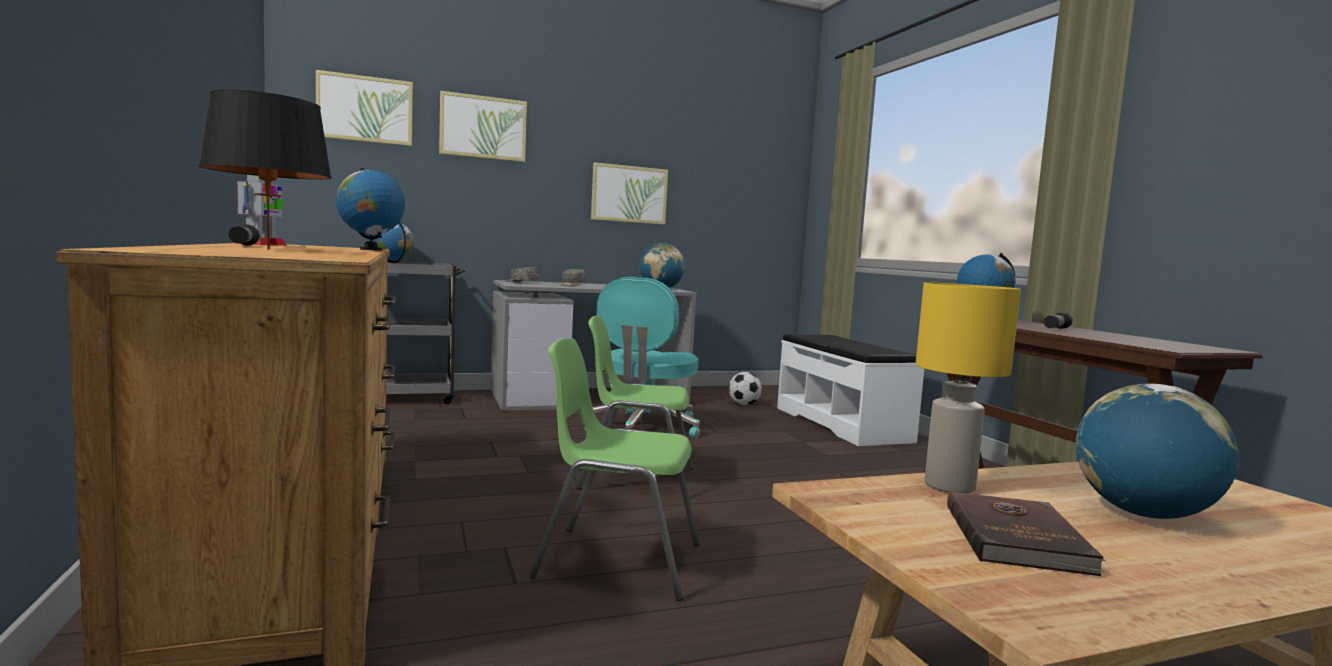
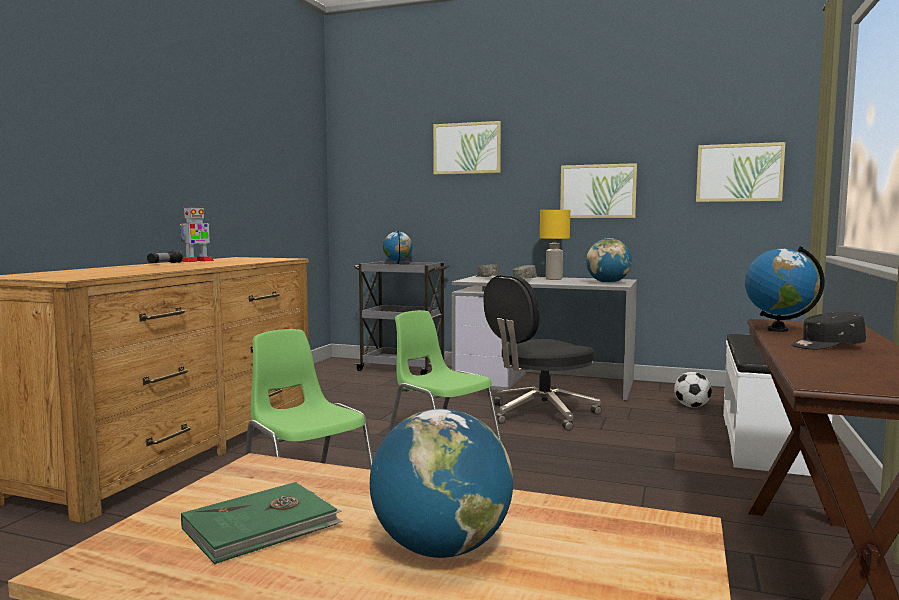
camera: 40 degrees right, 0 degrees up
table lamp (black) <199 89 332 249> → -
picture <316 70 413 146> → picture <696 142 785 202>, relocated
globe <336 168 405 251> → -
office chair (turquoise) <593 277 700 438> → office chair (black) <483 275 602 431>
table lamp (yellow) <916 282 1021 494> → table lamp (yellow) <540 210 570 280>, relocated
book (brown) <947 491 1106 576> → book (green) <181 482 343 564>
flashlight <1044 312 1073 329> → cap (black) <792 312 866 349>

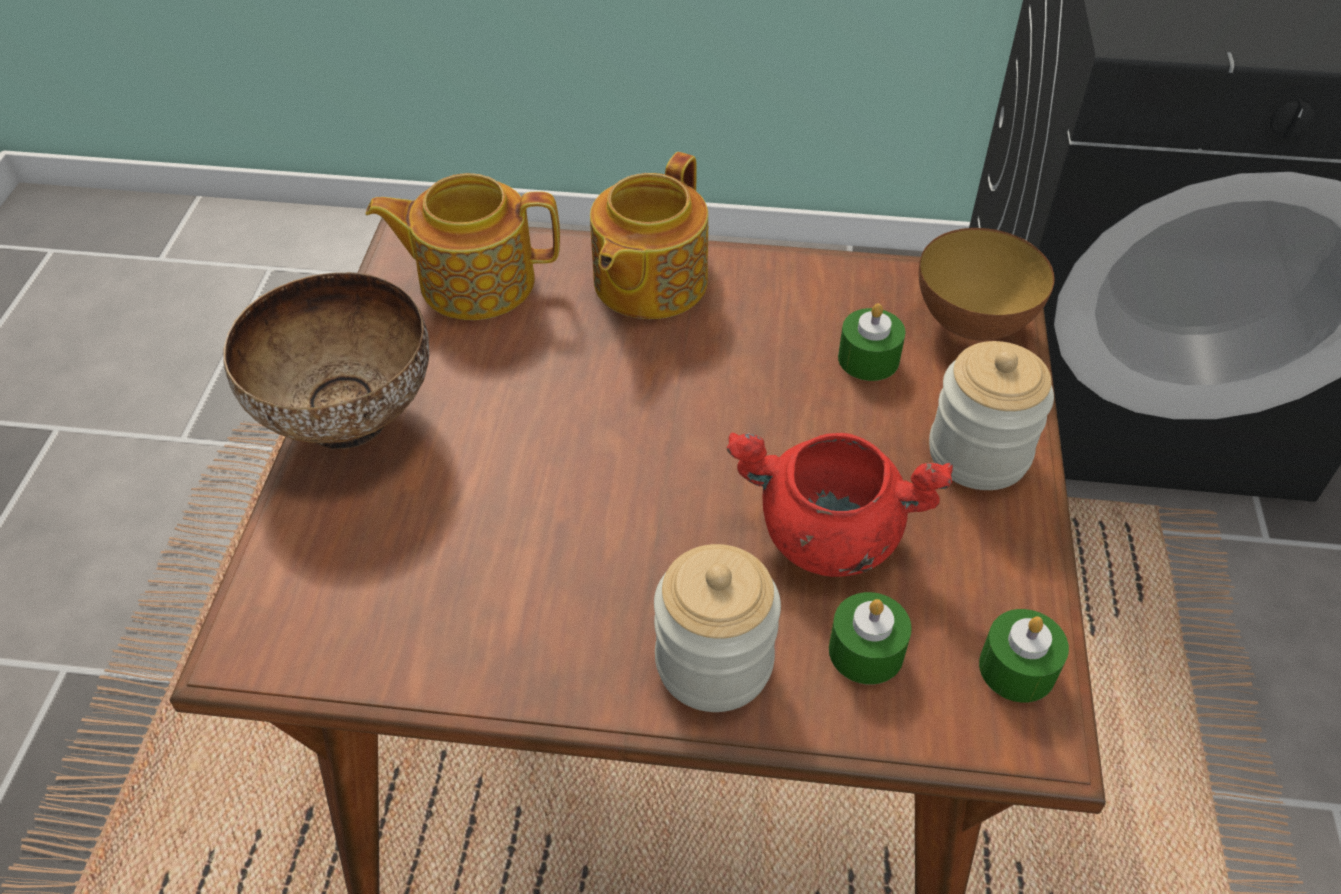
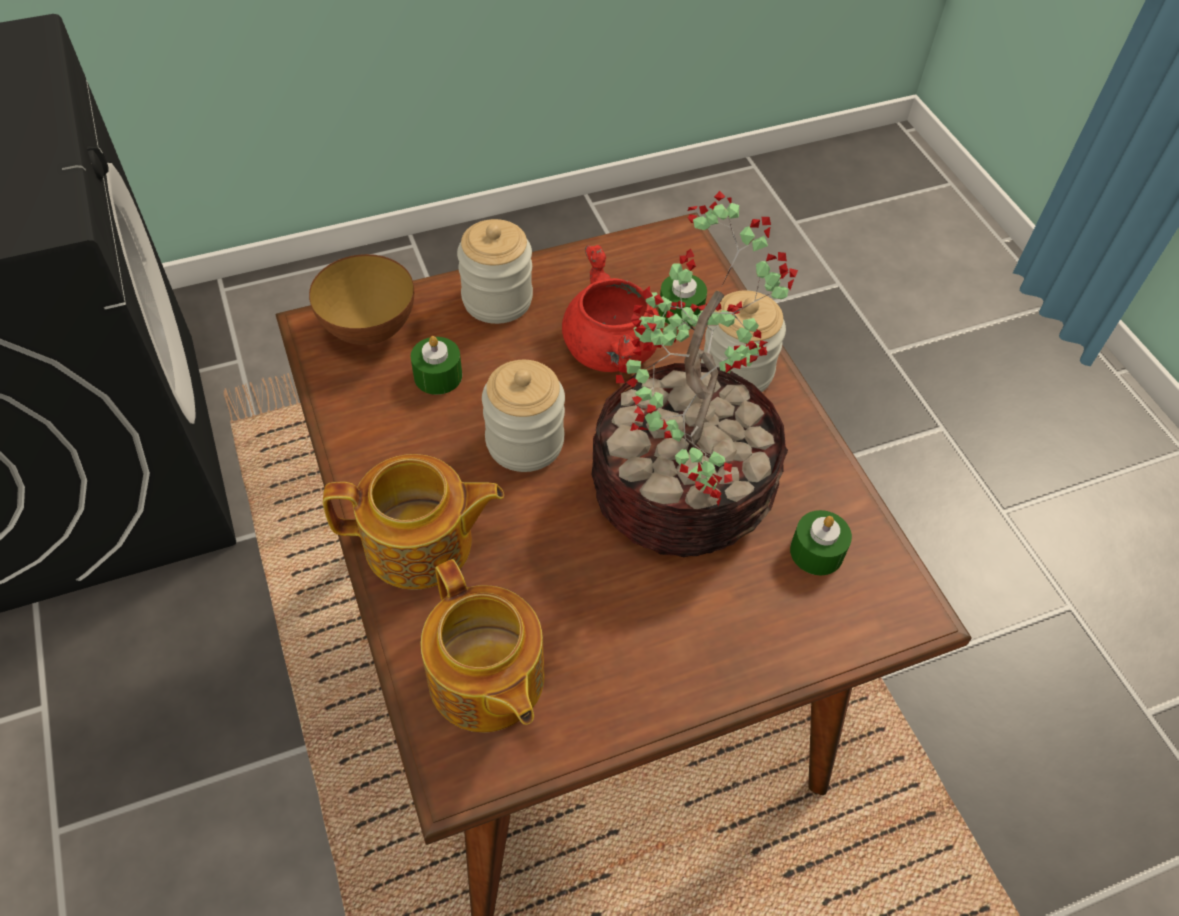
camera: 120 degrees left, 5 degrees up
bowl <223 272 429 449> → -
candle (green) <979 609 1069 702> → candle (green) <790 510 852 575>, relocated
- → jar <482 360 565 472>
- → potted plant <592 191 798 557>

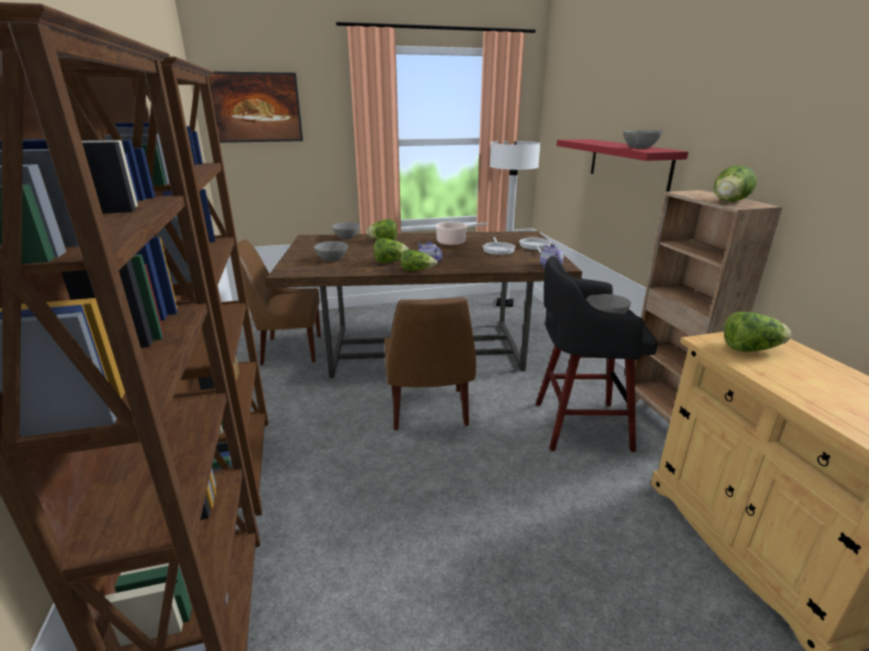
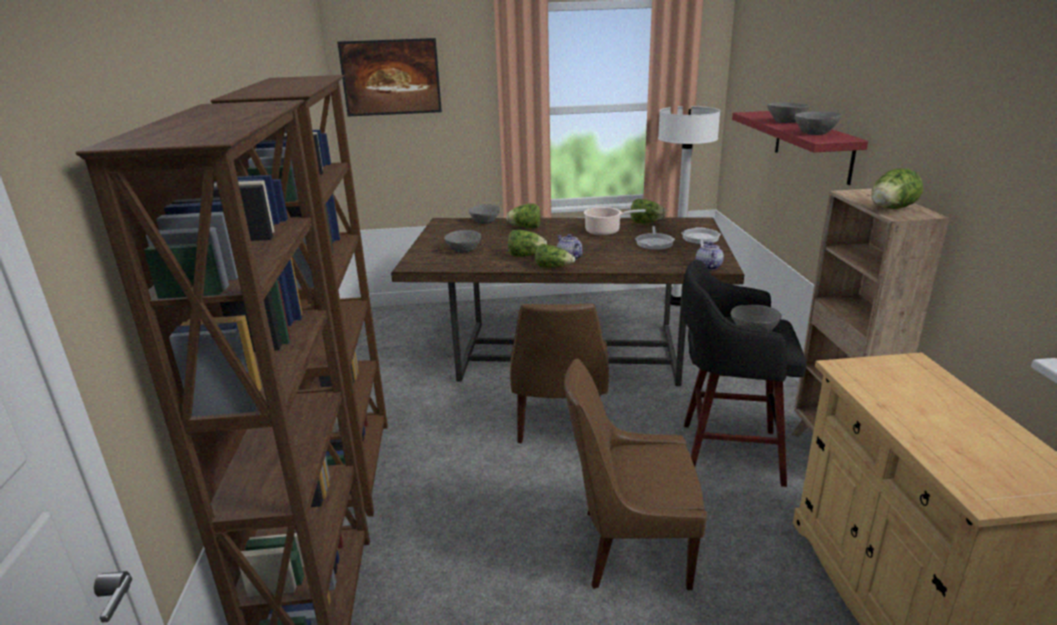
camera: 10 degrees right, 0 degrees up
chair (brown) <237 239 321 365> → chair (brown) <564 358 707 590>, relocated
lettuce <724 312 792 352> → lettuce <631 199 666 223>, relocated
- → bowl (grey) <767 102 810 123>

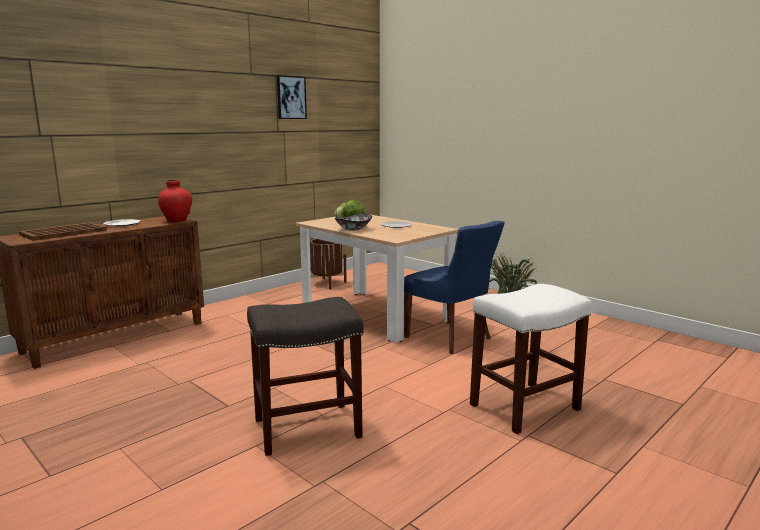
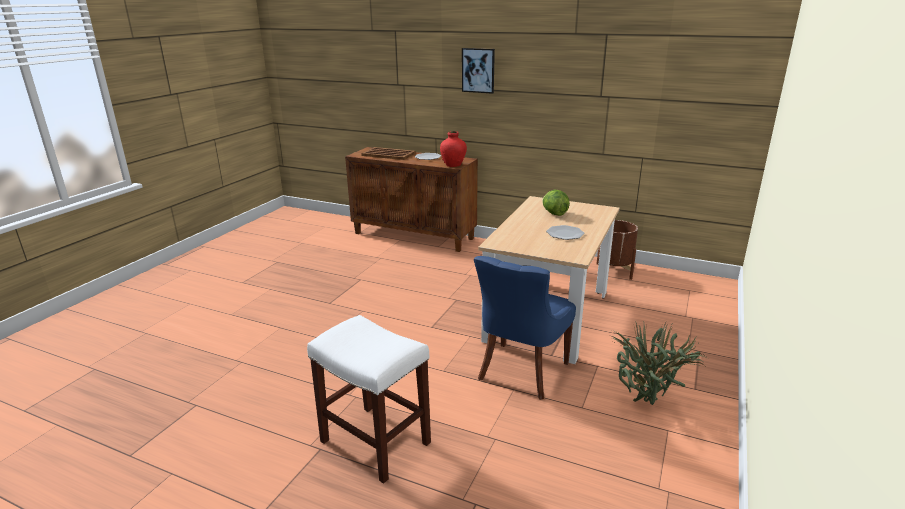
camera: 70 degrees right, 10 degrees up
stool (grey) <247 297 363 456> → -
picture <277 75 307 119> → picture <462 48 495 94>, relocated
bowl <335 214 372 231> → -

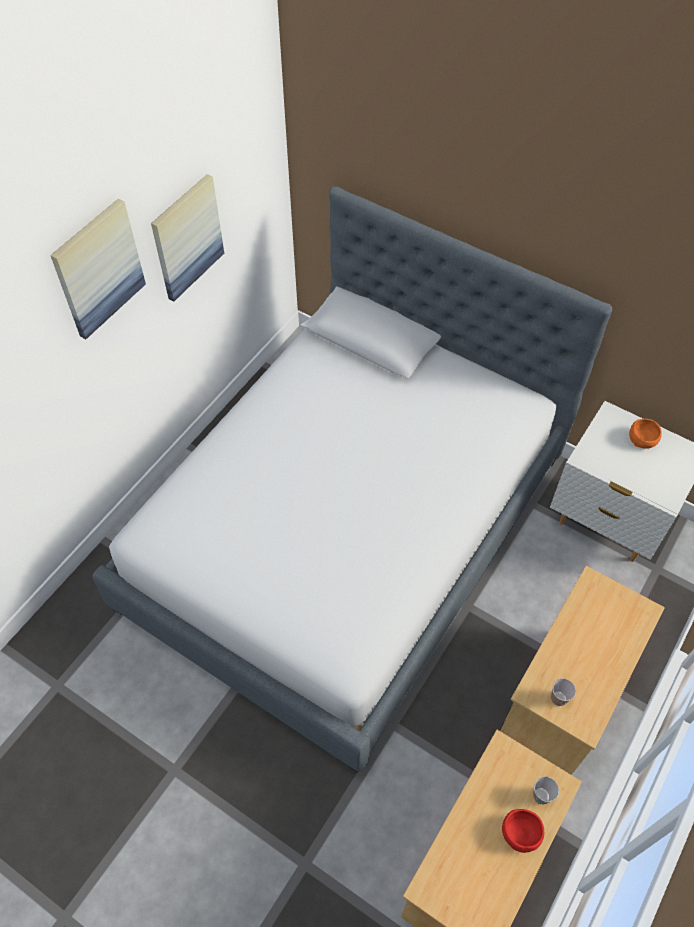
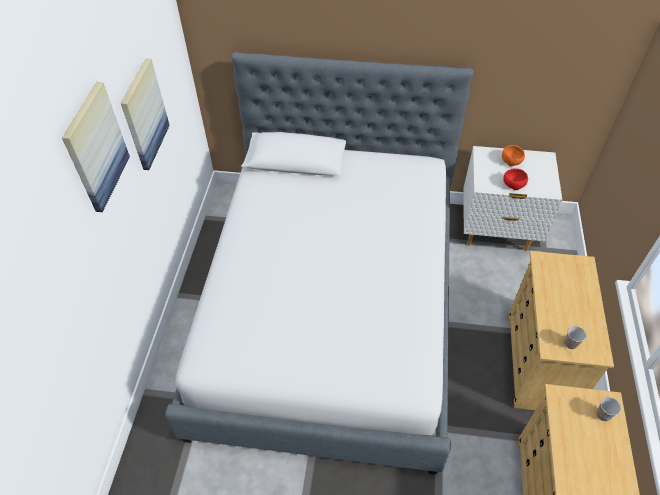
camera: 25 degrees left, 5 degrees down
bowl (red) <502 809 544 853> → bowl (red) <503 168 528 190>, relocated

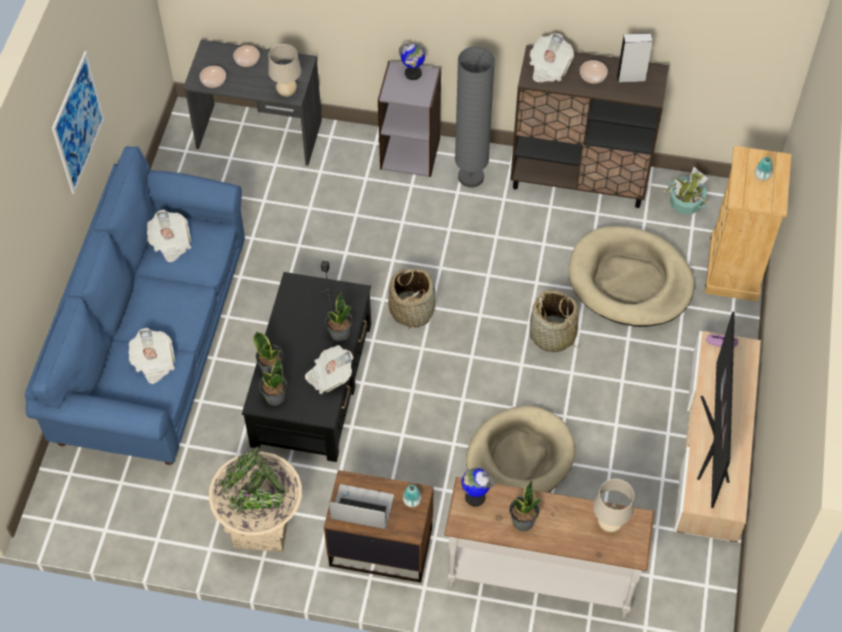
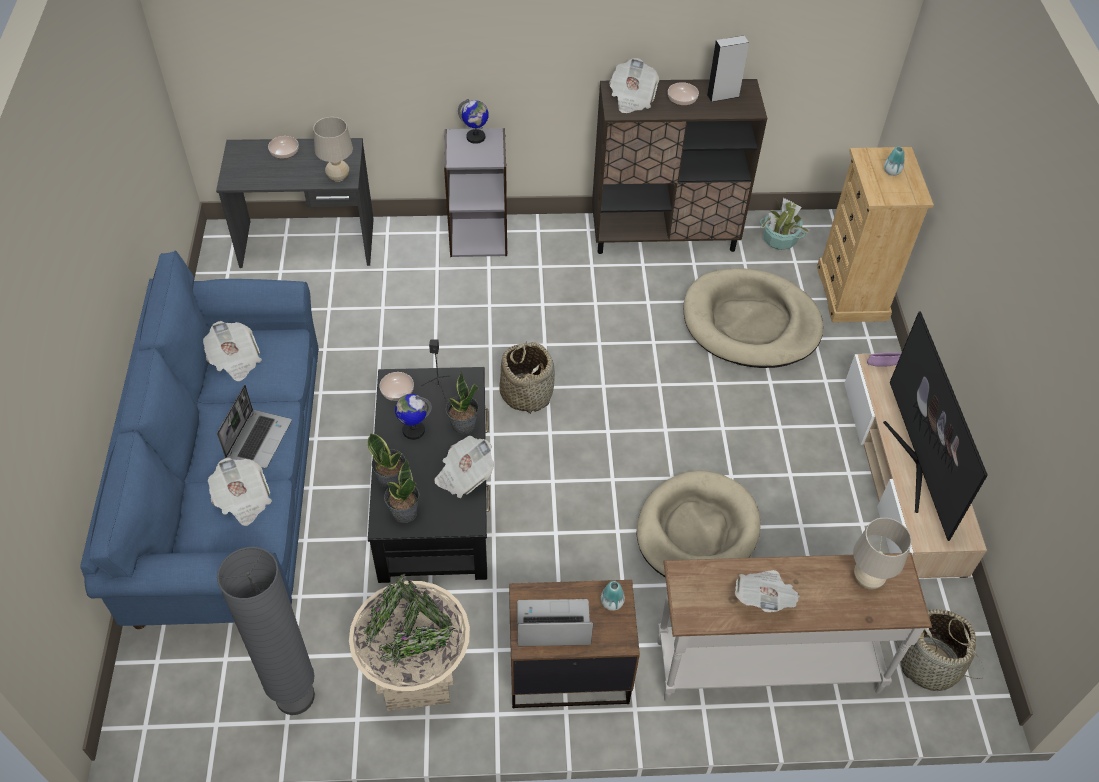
camera: 15 degrees left, 5 degrees down
picture <52 51 104 194> → -
bowl <200 66 226 88> → bowl <379 372 414 401>, relocated
floor lamp (grey) <455 46 495 188> → floor lamp (grey) <217 547 315 715>, relocated
globe <462 468 495 507> → globe <395 394 432 440>, relocated
potted plant <509 480 542 531> → newspaper <735 570 800 612>
basket <530 290 578 352> → basket <896 609 984 691>, relocated
- → laptop <217 385 292 468>

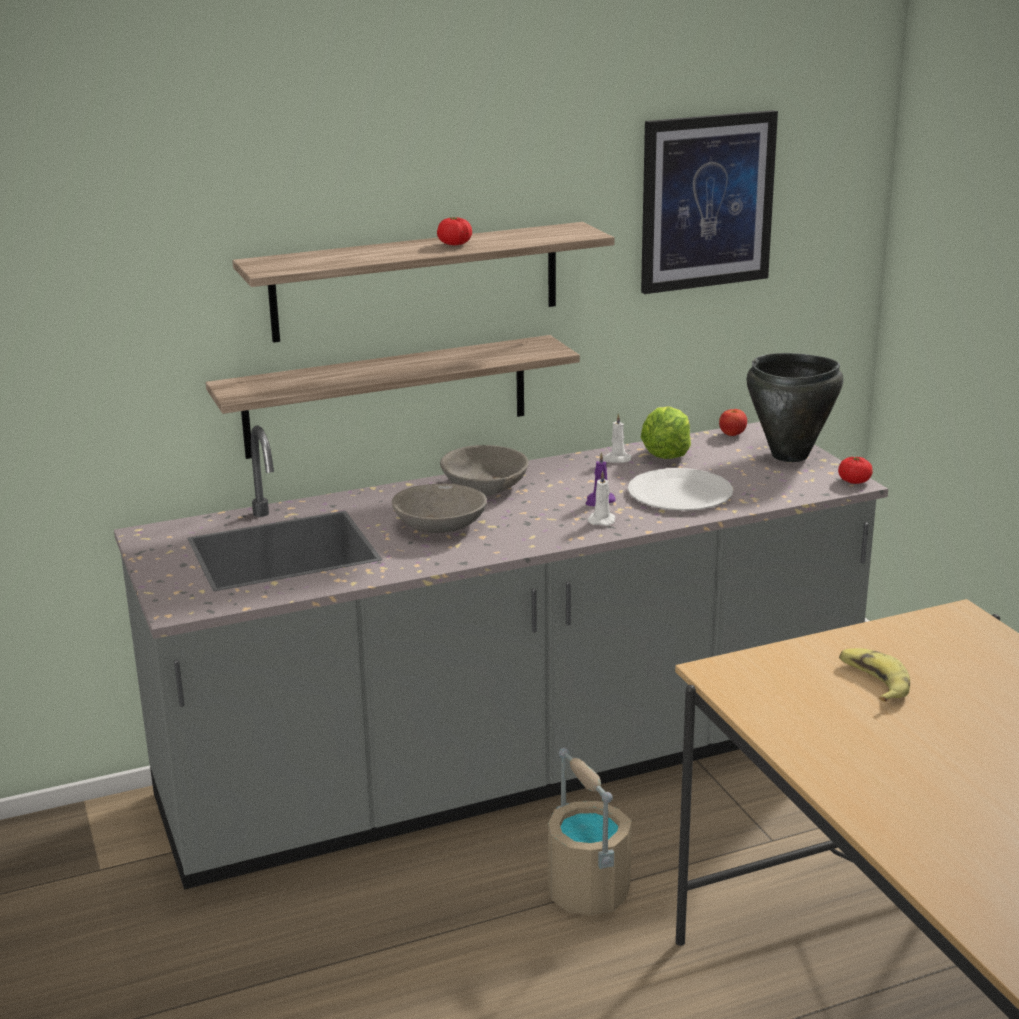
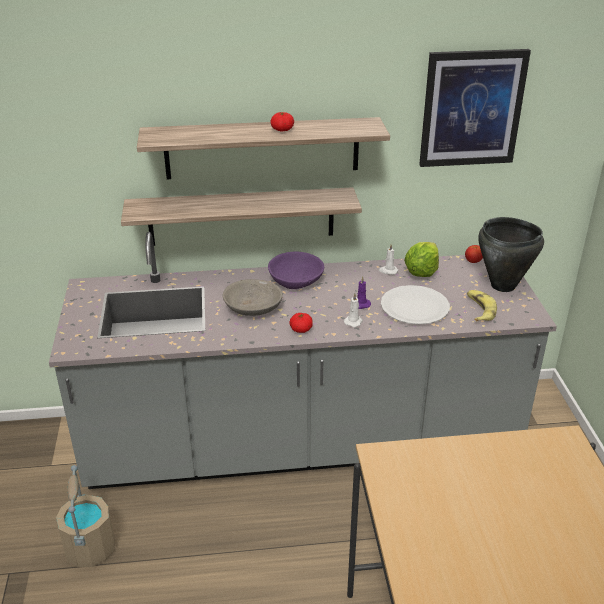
camera: 15 degrees right, 10 degrees up
bowl (grey) <440 445 529 496> → bowl (purple) <268 252 324 289>
bucket (beige) <548 748 632 916> → bucket (beige) <56 465 116 567>, relocated
tomato <838 457 873 484> → tomato <289 313 313 333>, relocated
banana <839 648 910 702> → banana <467 290 497 322>, relocated

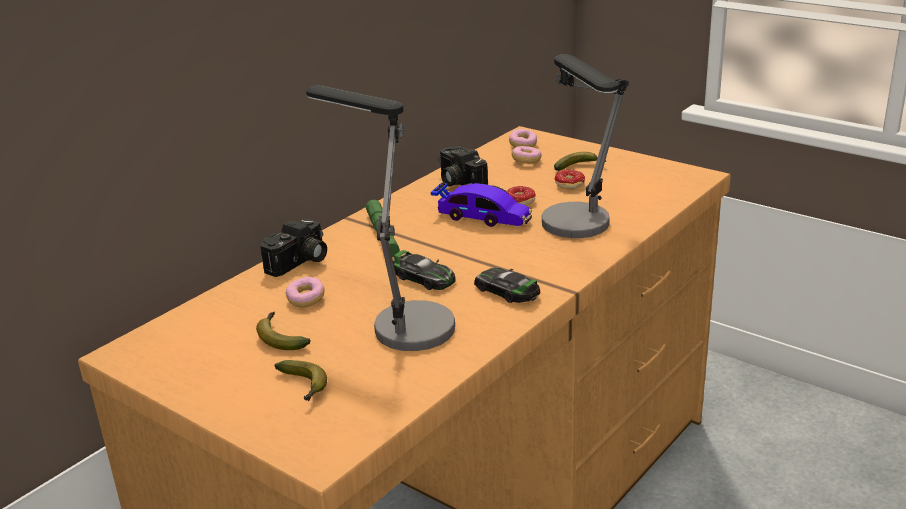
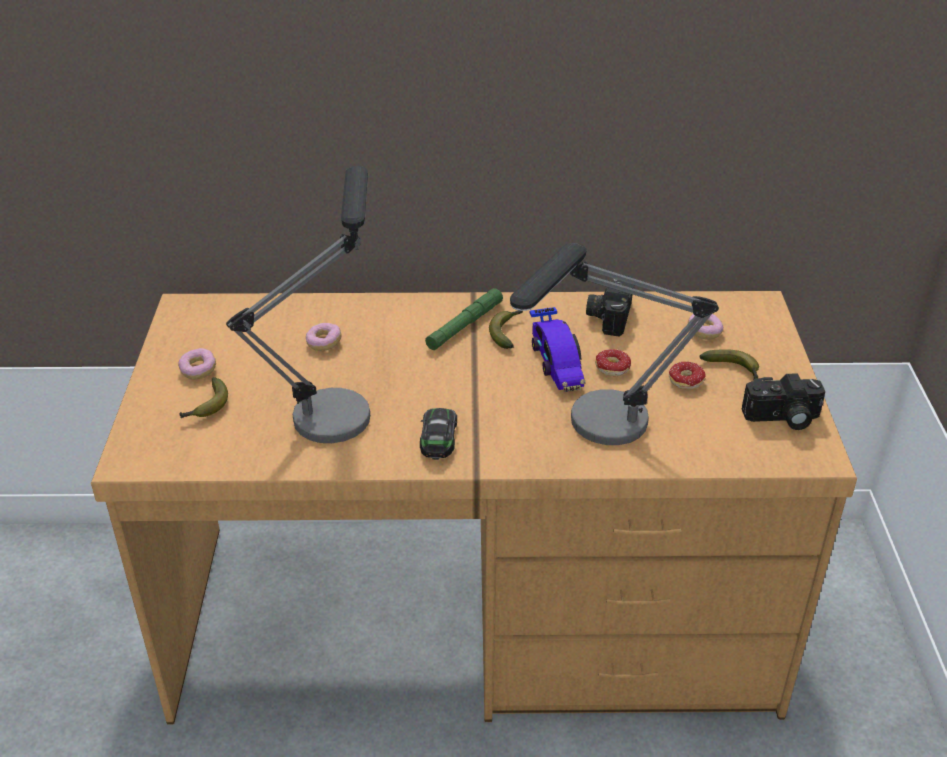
camera: 50 degrees right, 10 degrees up
banana <256 312 311 350> → banana <489 310 523 349>, relocated
photo camera <260 219 327 277> → photo camera <742 373 825 430>, relocated
toy car <393 250 456 290> → -
donut <509 129 537 147> → donut <178 348 216 379>, relocated

